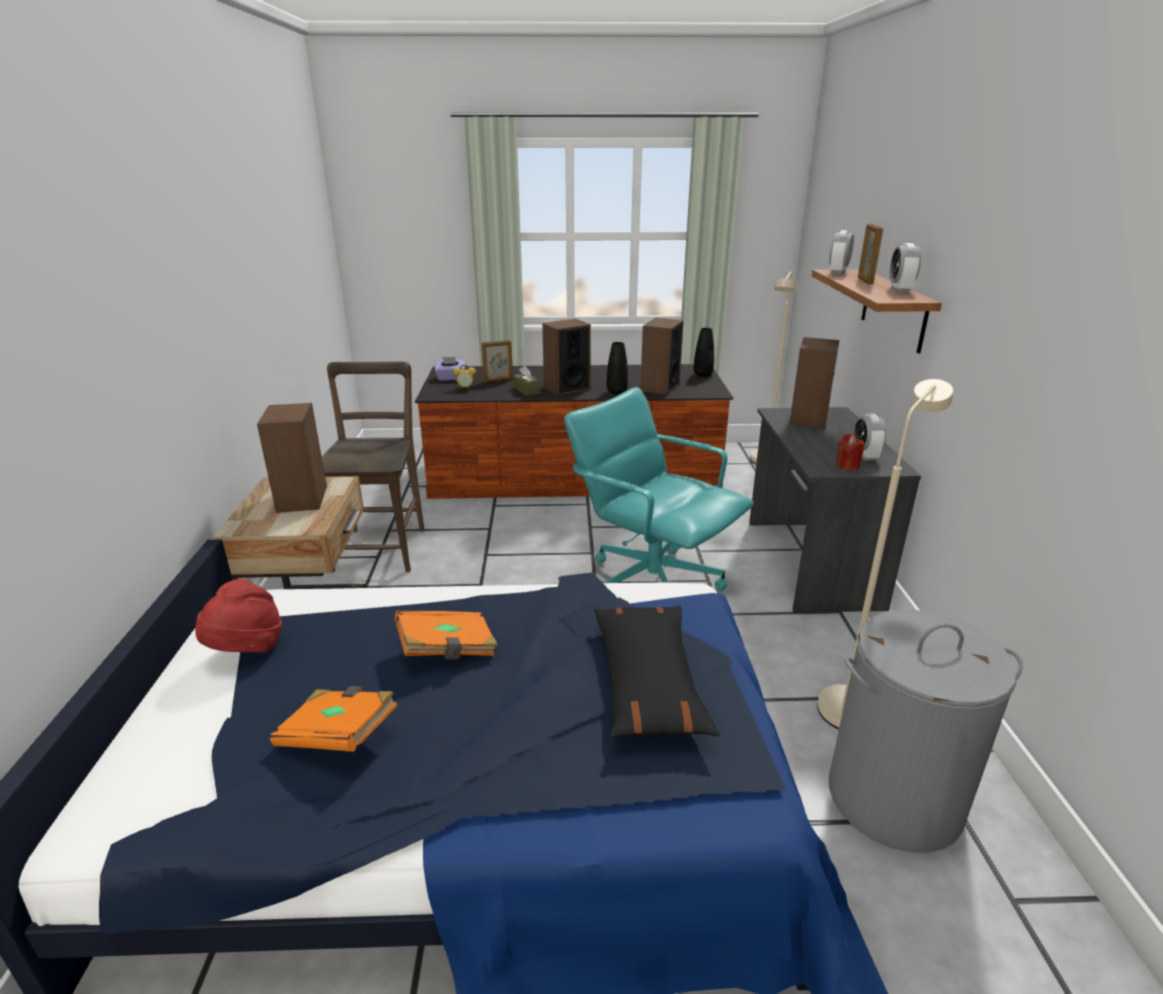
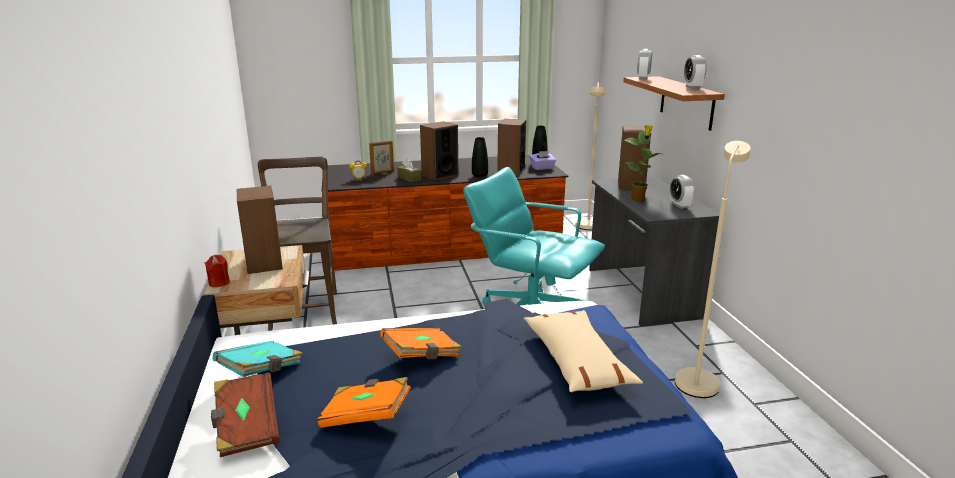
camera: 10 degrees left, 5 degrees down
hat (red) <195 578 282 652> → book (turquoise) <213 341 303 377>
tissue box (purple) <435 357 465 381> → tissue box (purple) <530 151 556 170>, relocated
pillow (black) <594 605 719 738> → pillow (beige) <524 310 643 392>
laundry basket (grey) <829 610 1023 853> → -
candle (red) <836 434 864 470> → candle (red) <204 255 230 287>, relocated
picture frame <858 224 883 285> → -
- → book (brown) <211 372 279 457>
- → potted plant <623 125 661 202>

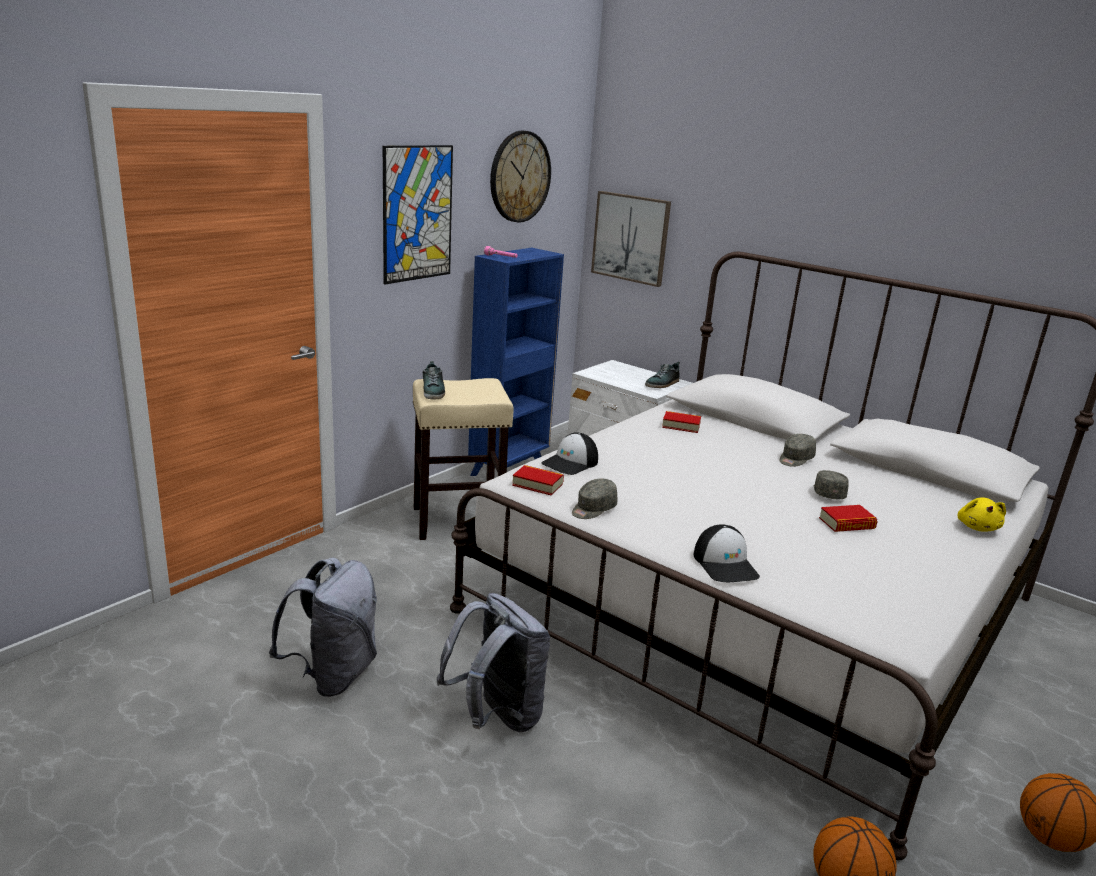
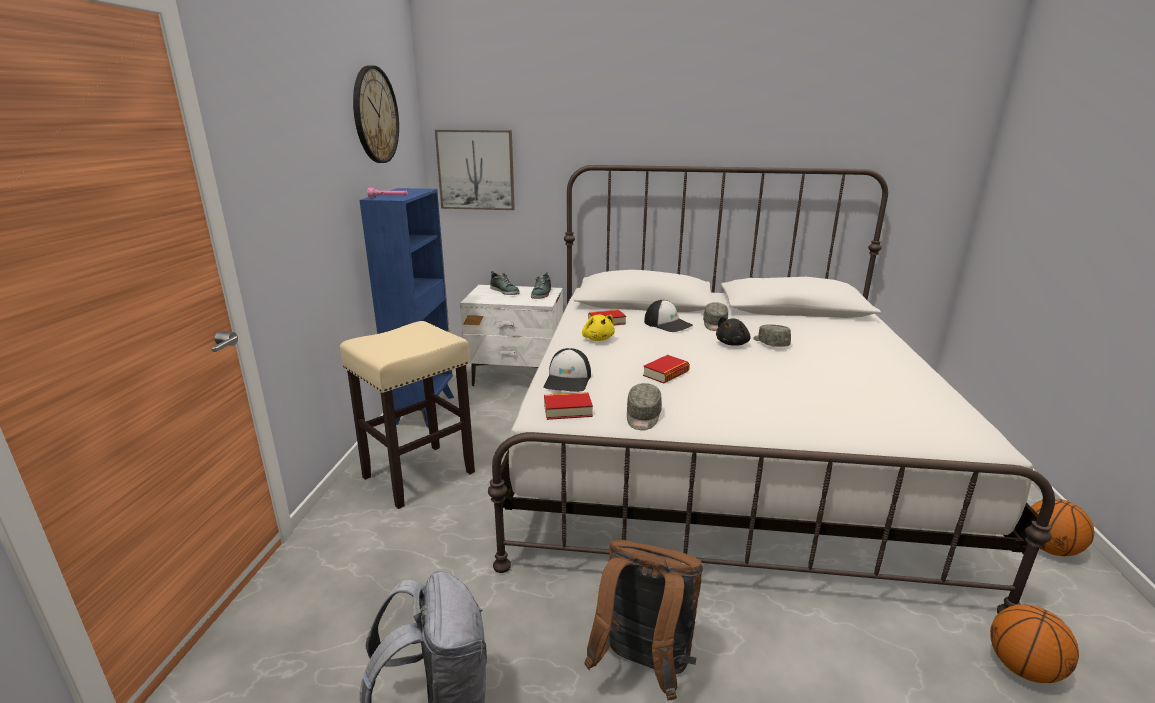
camera: 30 degrees left, 0 degrees up
picture <383 145 453 284> → -
shoe <422 361 445 399> → shoe <490 271 520 295>, relocated
backpack (grey) <437 593 551 733> → backpack (brown) <584 540 703 700>
cap <694 524 760 582> → cap <644 300 693 332>, relocated
book <819 505 878 532> → book <643 355 690 384>, relocated
plush toy (yellow) <958 497 1006 532> → plush toy (yellow) <582 314 615 341>, relocated
- → plush toy (black) <716 316 751 346>

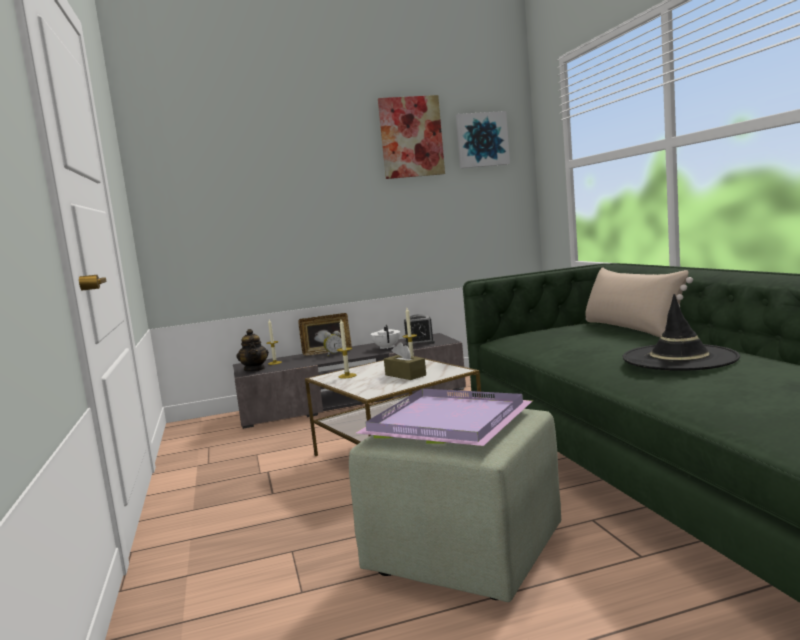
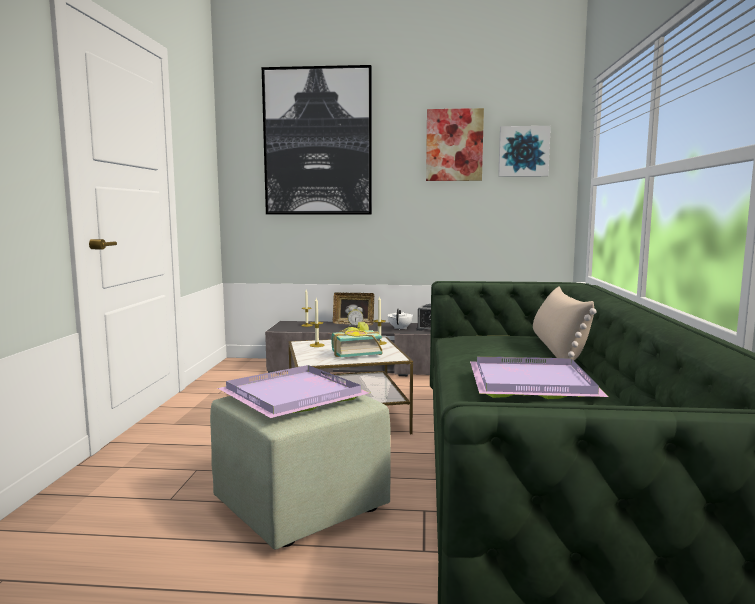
camera: 20 degrees right, 0 degrees up
teapot <237 329 269 372> → -
tissue box (brown) <384 342 426 380> → book <331 321 382 357>
hat (black) <622 294 740 371> → tray (purple) <470 356 608 399>
- → picture <262 65 372 214>

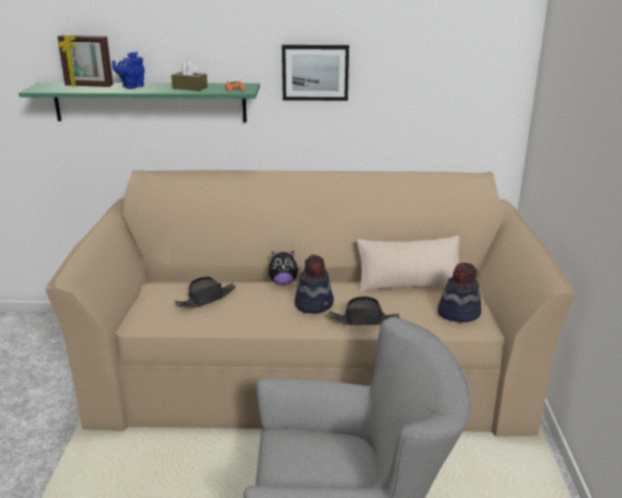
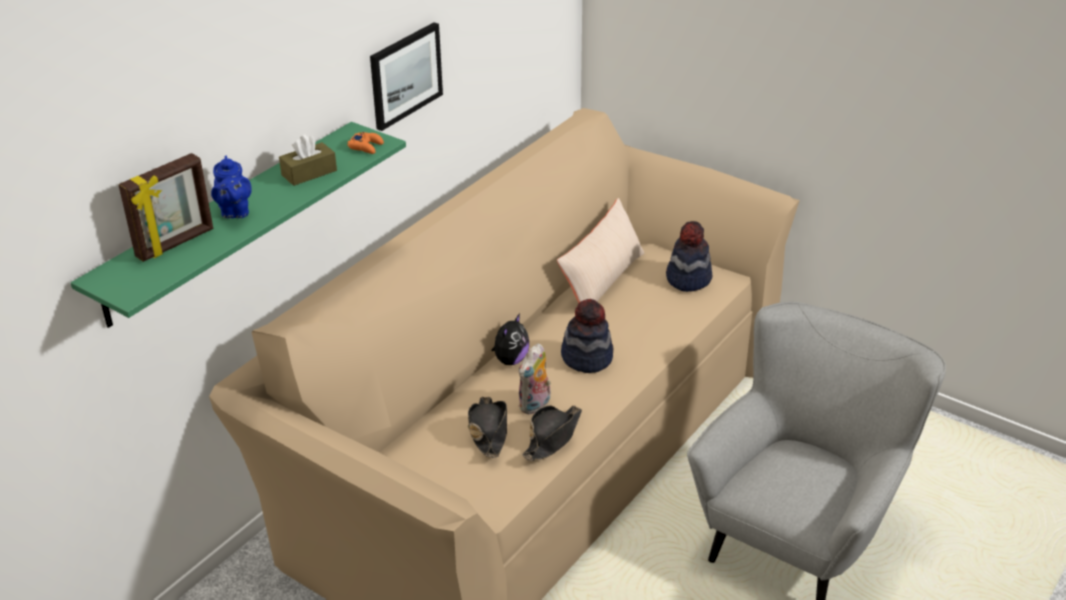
camera: 55 degrees left, 10 degrees up
hat (black) <328 296 400 325> → hat (black) <522 405 582 461>, relocated
- → plush toy <518 343 551 415>

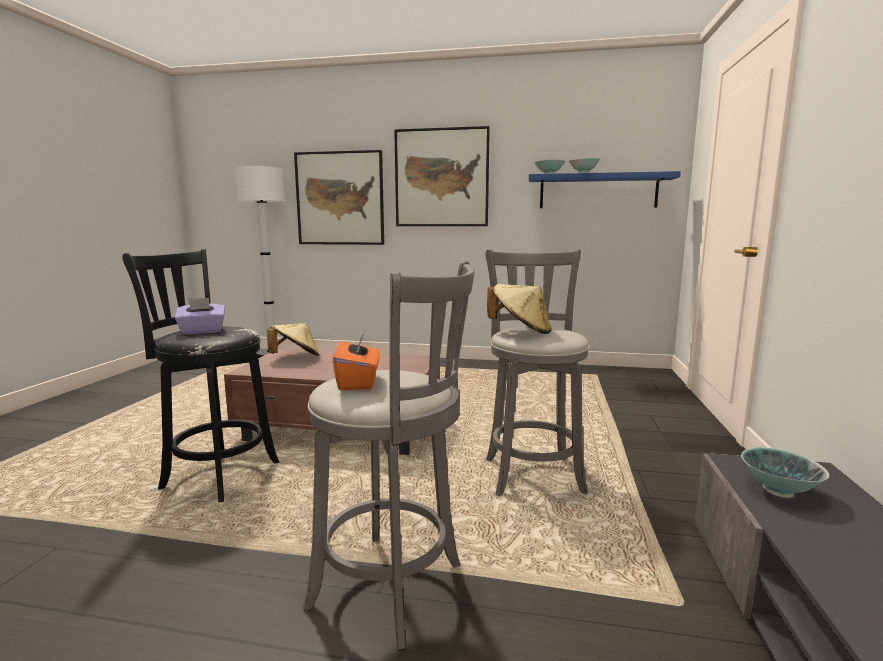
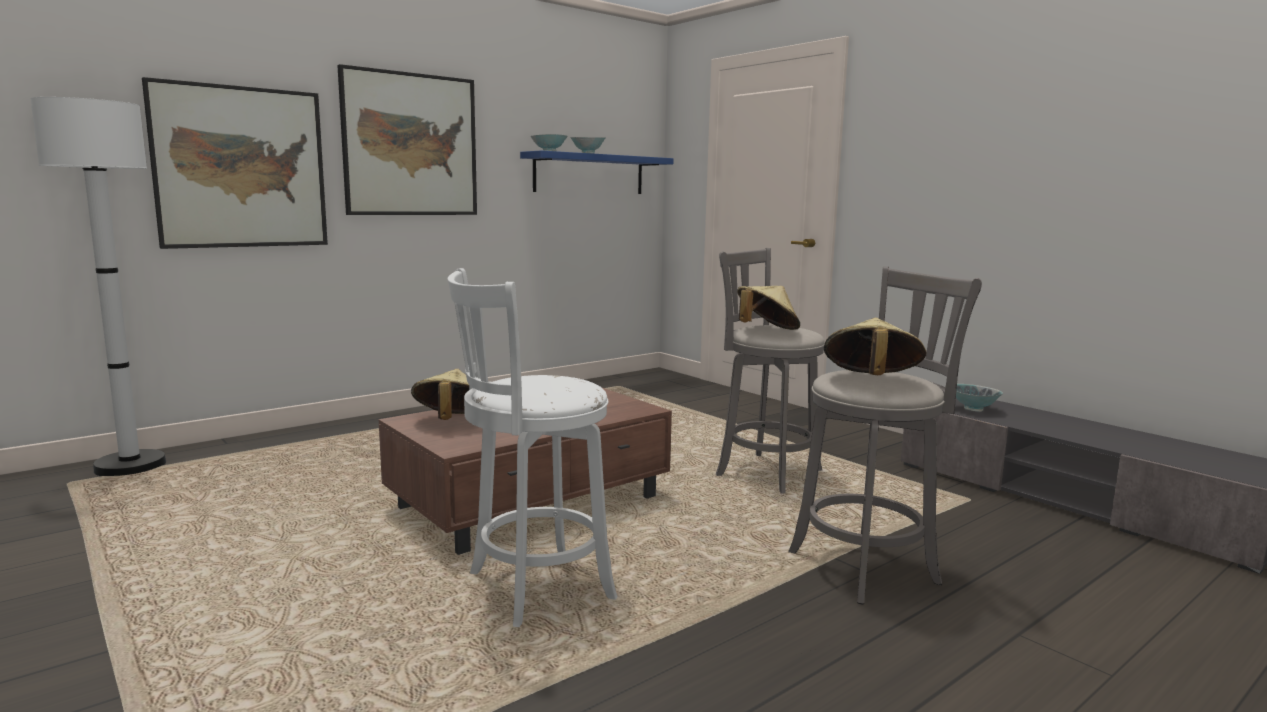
camera: 50 degrees left, 0 degrees up
stool (black) <122 249 280 503> → stool (white) <448 268 618 627>
tissue box (purple) <175 298 225 334> → -
tissue box (orange) <333 331 380 390> → hat (beige) <824 318 927 375>

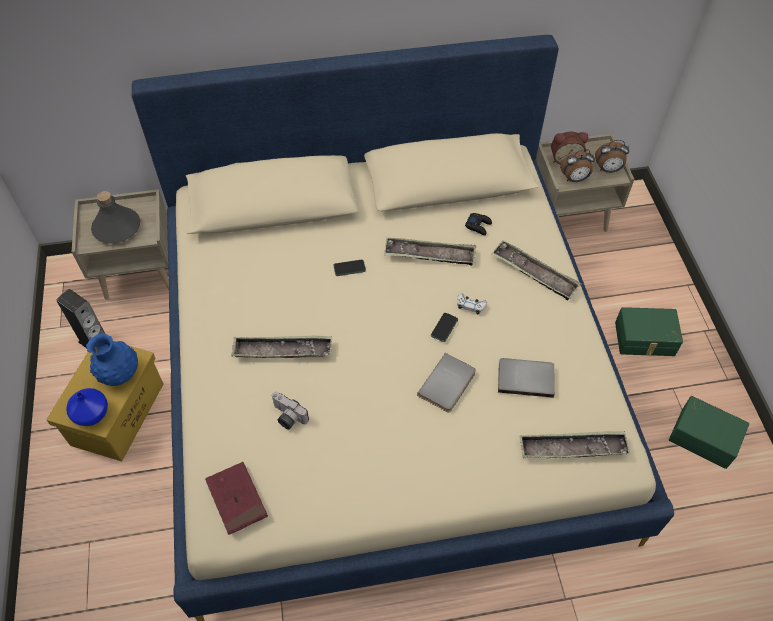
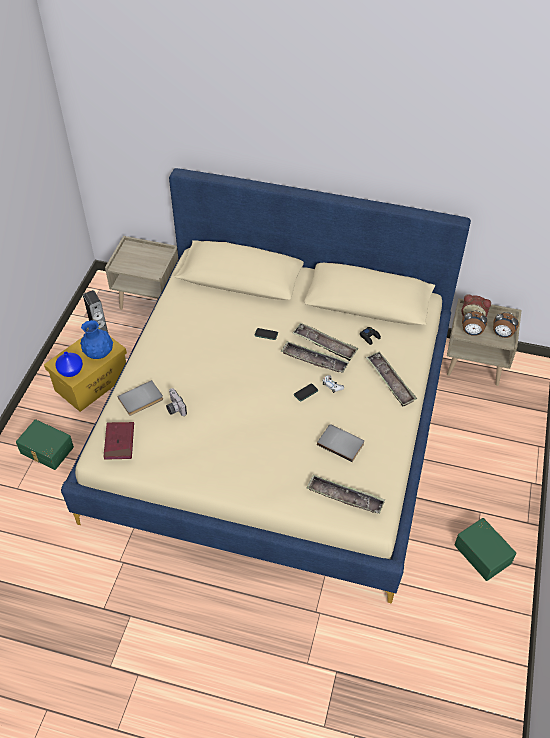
camera: 25 degrees right, 5 degrees down
bottle (grey) <91 191 140 244> → -
tray <231 336 332 358> → tray <281 341 349 373>, relocated
book (grey) <417 353 476 413> → book (grey) <118 380 163 415>, relocated
storage box (green) <615 307 683 356> → storage box (green) <16 419 74 470>, relocated

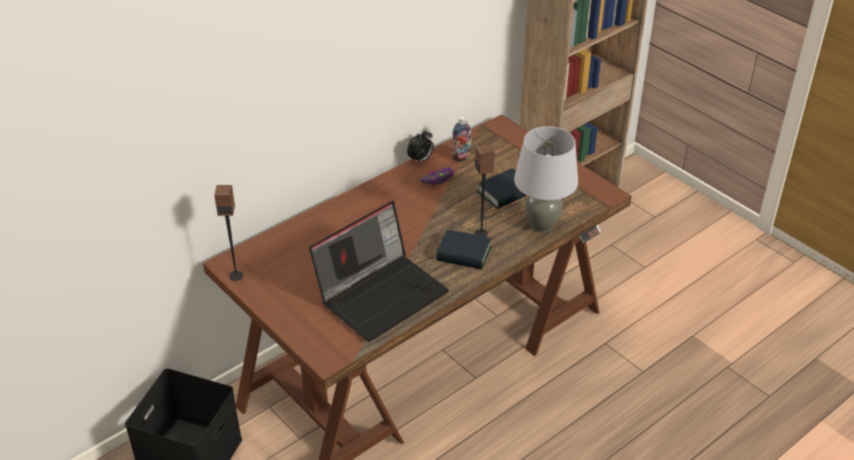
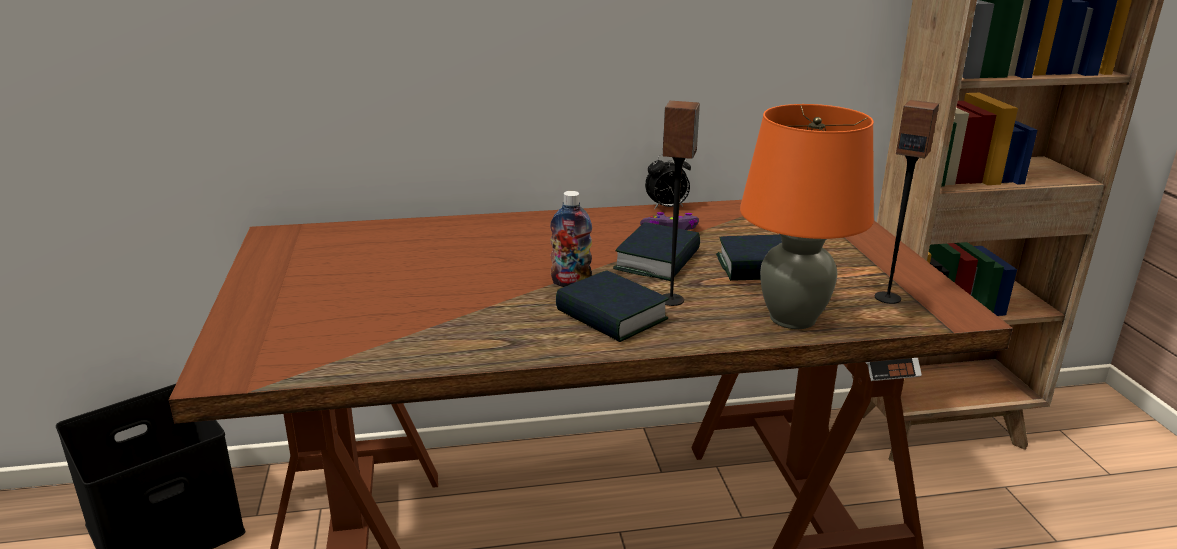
camera: 30 degrees right, 15 degrees down
speaker <214 185 243 281> → speaker <875 100 939 304>, relocated
laptop <309 201 449 342> → -
bottle <452 116 472 161> → bottle <550 191 592 287>, relocated
table lamp (grey) <514 126 578 232> → table lamp (orange) <740 104 874 329>
- → book <613 222 700 281>

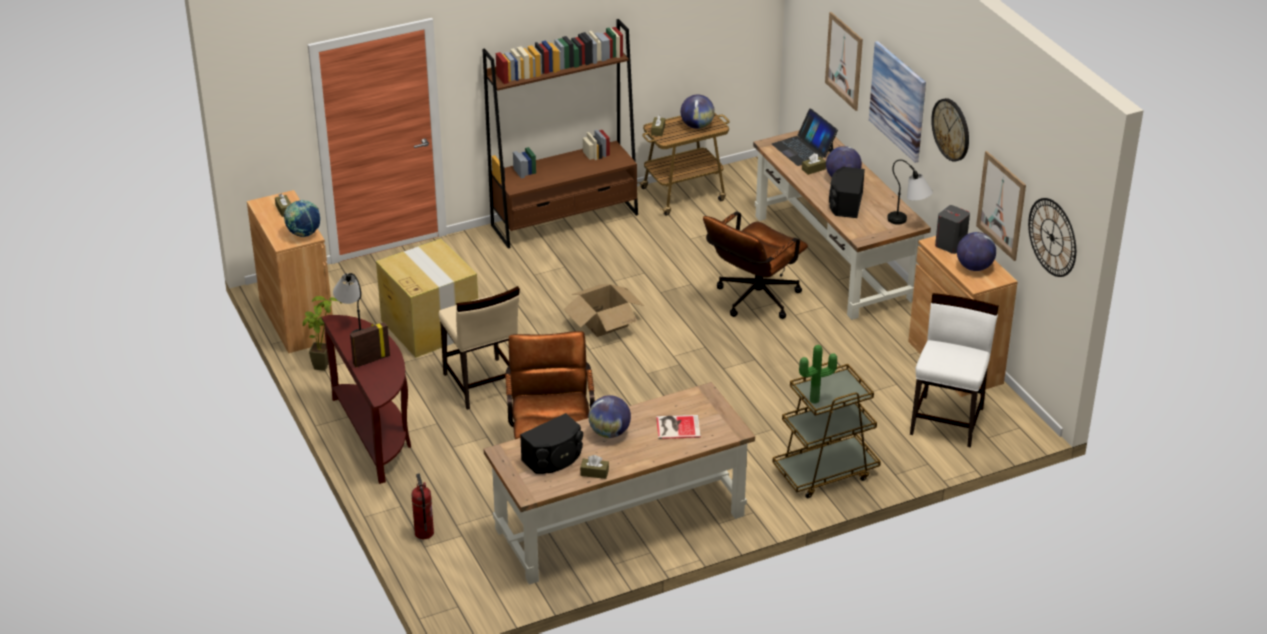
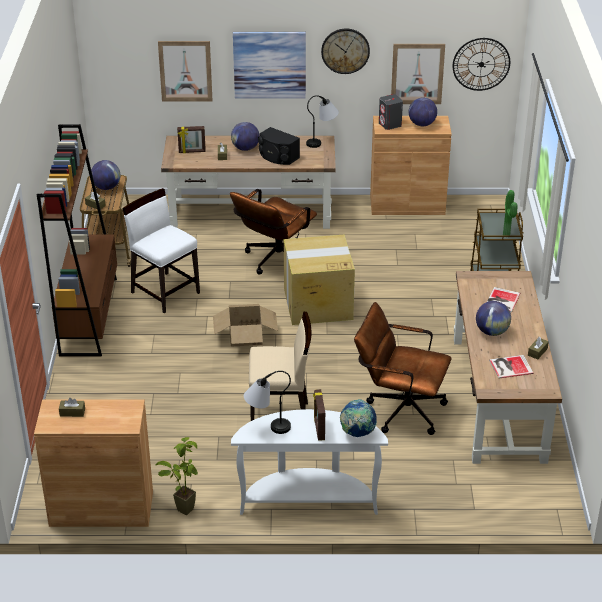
camera: 65 degrees left, 0 degrees up
globe <284 200 320 237> → globe <340 399 377 437>, relocated
console table (brown) <322 315 411 484> → console table (white) <231 409 388 515>
cardboard box <376 239 478 358> → cardboard box <284 235 355 325>, relocated
fire extinguisher <411 474 434 539> → -
speaker (black) <520 413 583 474> → book <489 355 534 378>
office chair (brown) <703 211 808 319> → office chair (brown) <230 189 317 275>, 60 degrees clockwise
laptop <772 109 838 166> → picture frame <177 126 206 153>
chair (white) <910 293 999 448> → chair (white) <122 188 200 313>, relocated

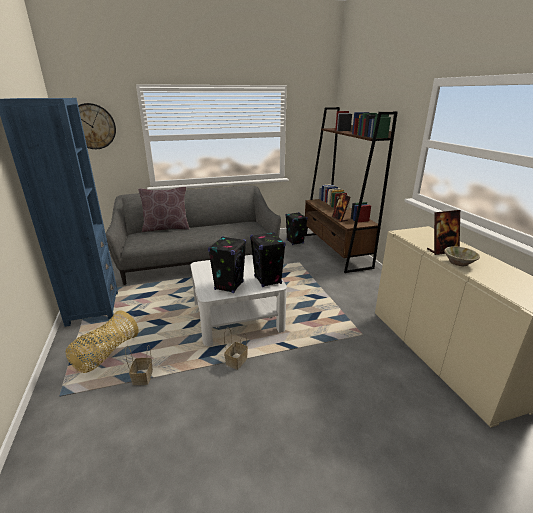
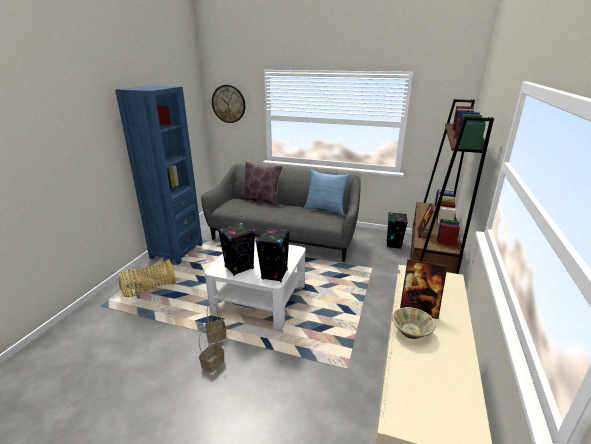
camera: 35 degrees right, 0 degrees up
basket <125 345 153 385> → basket <199 331 224 373>, relocated
- → pillow <304 169 350 215>

